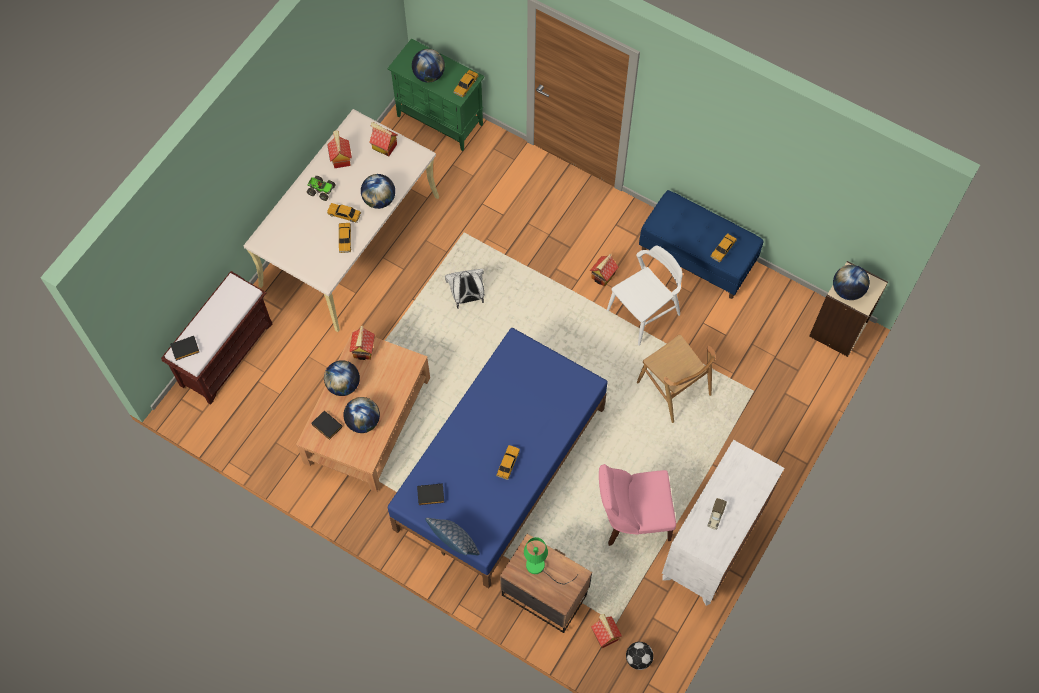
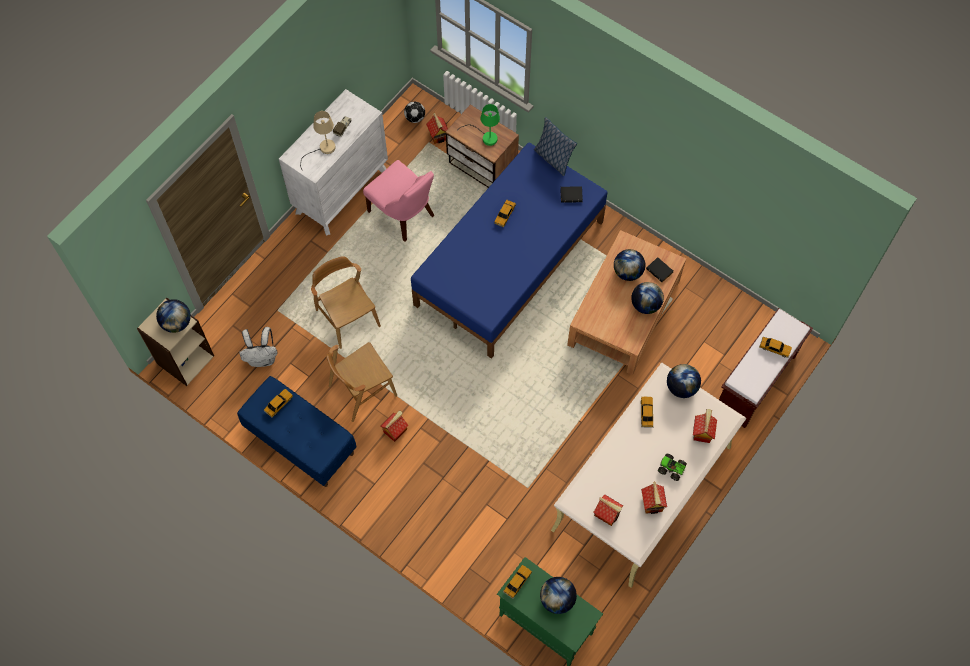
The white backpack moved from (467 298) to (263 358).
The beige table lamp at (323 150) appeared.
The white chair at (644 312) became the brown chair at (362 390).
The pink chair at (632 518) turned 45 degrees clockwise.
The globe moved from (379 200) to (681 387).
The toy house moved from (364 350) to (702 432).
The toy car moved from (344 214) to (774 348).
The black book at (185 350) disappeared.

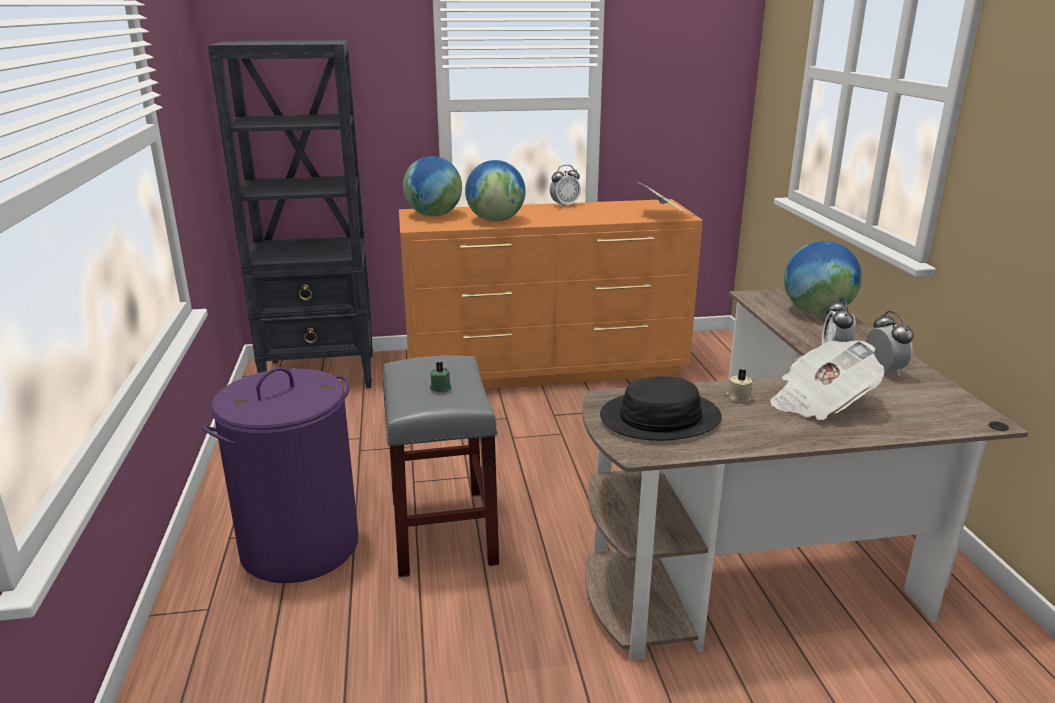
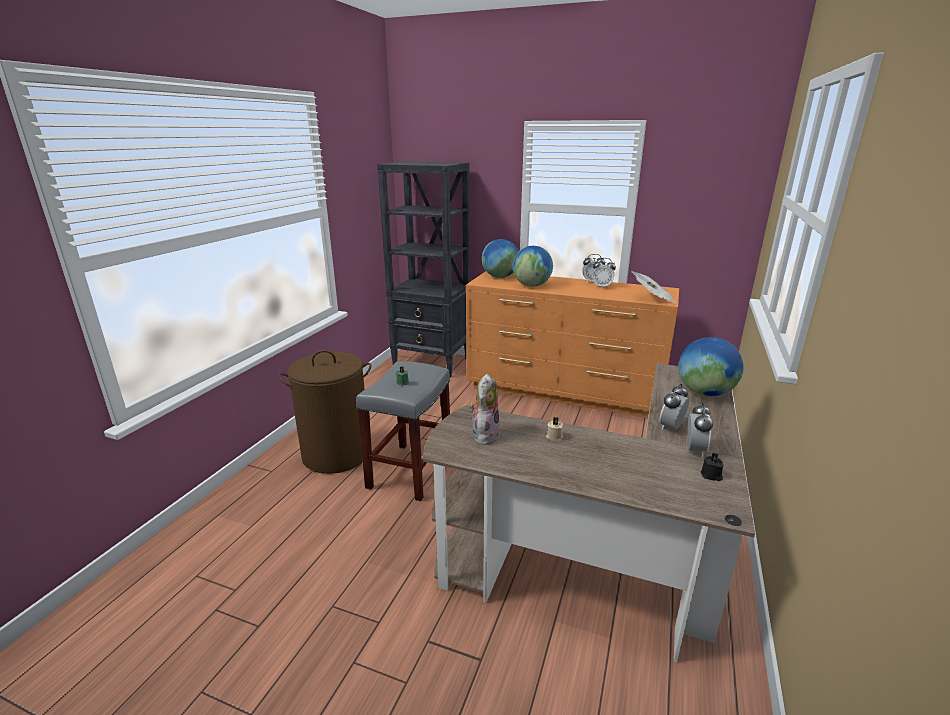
The purple laundry basket at (300 546) became the brown laundry basket at (336 454).
The black hat at (660 418) was replaced by the plush toy at (484 435).
The alarm clock at (602 286) appeared.
The black candle at (711 476) appeared.
The newspaper at (820 403) disappeared.

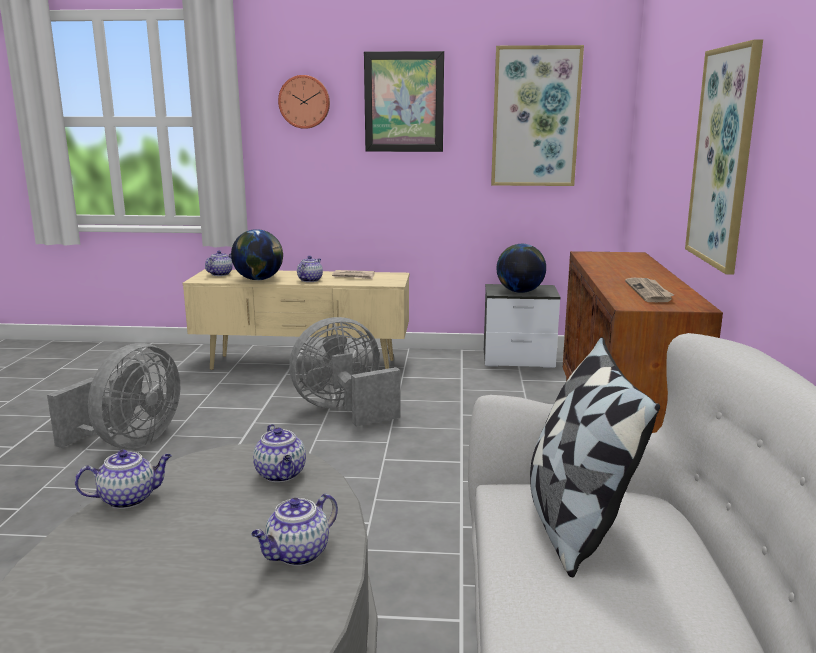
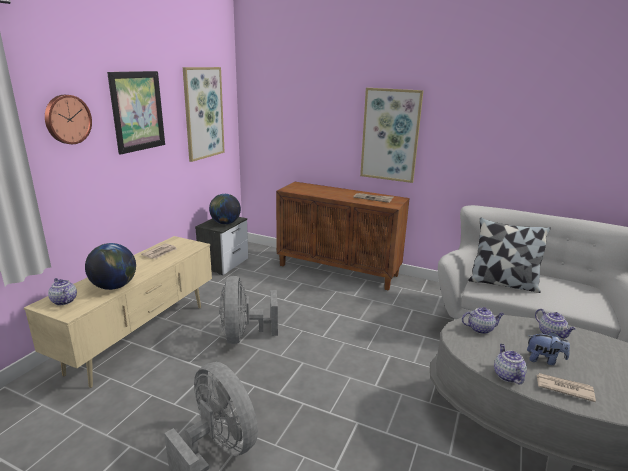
The plush toy at (544 360) appeared.
The newspaper at (563 388) appeared.
The teapot at (310 280) disappeared.

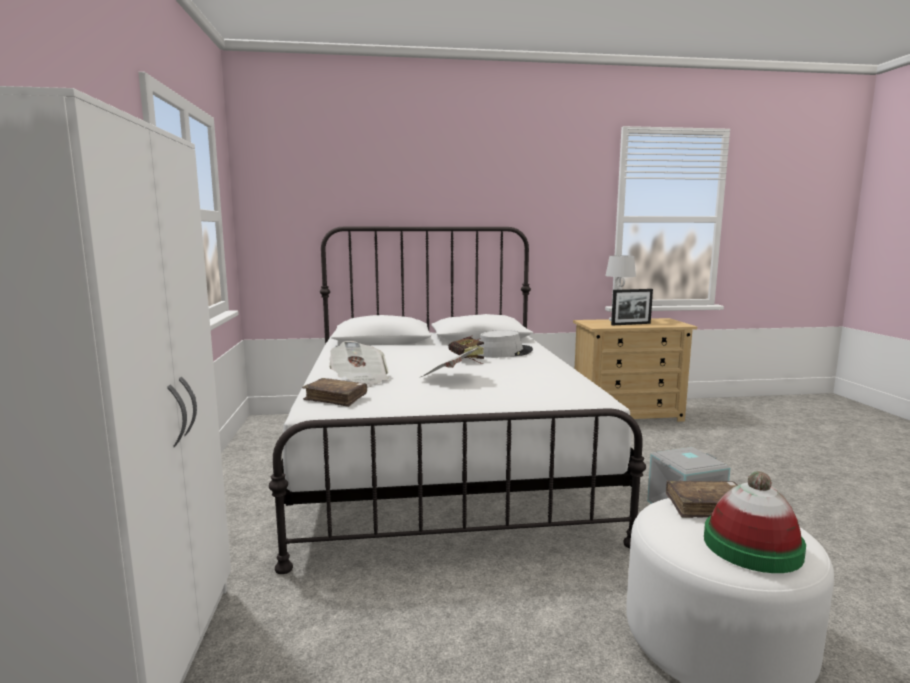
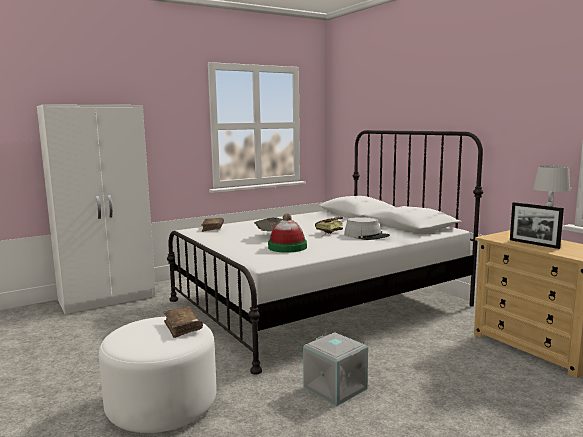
The hat moved from (752 546) to (287 247).
The newspaper at (359 380) disappeared.

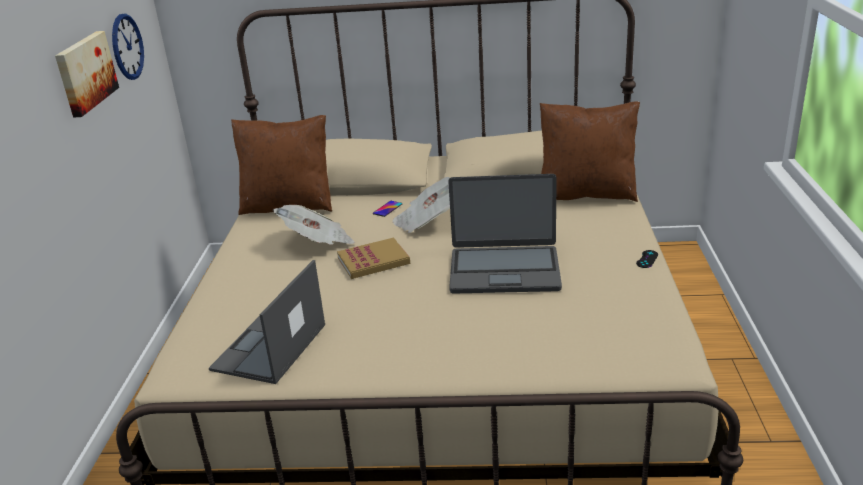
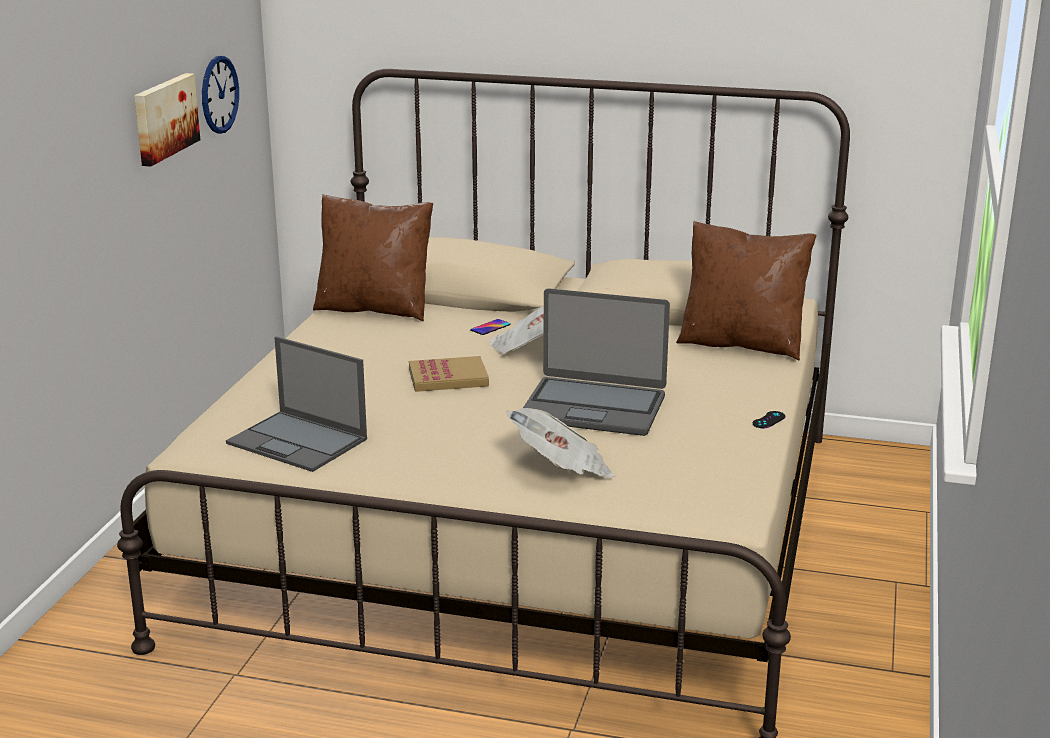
The laptop at (269 348) turned 90 degrees counterclockwise.
The newspaper moved from (318 243) to (561 469).

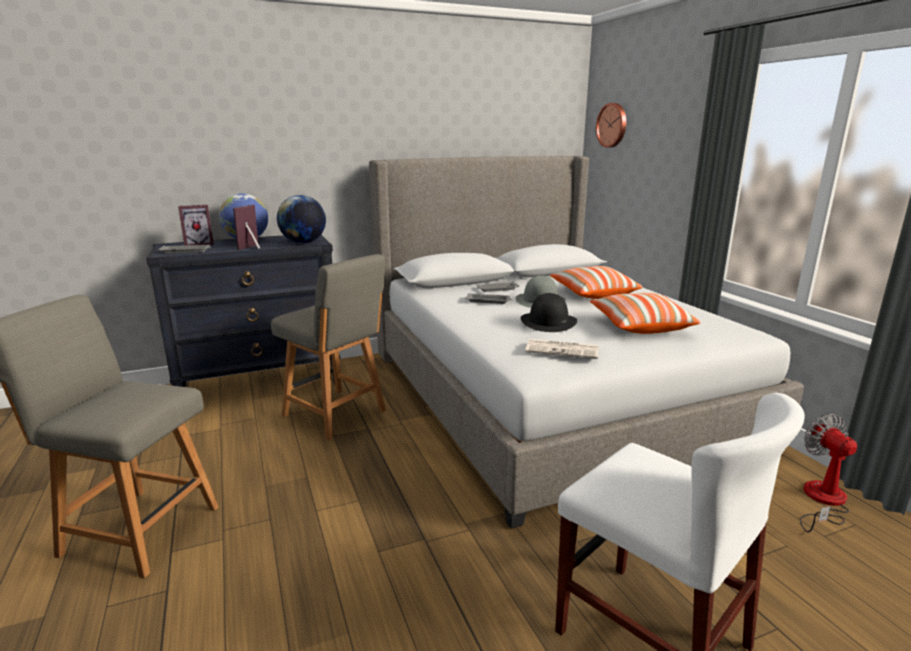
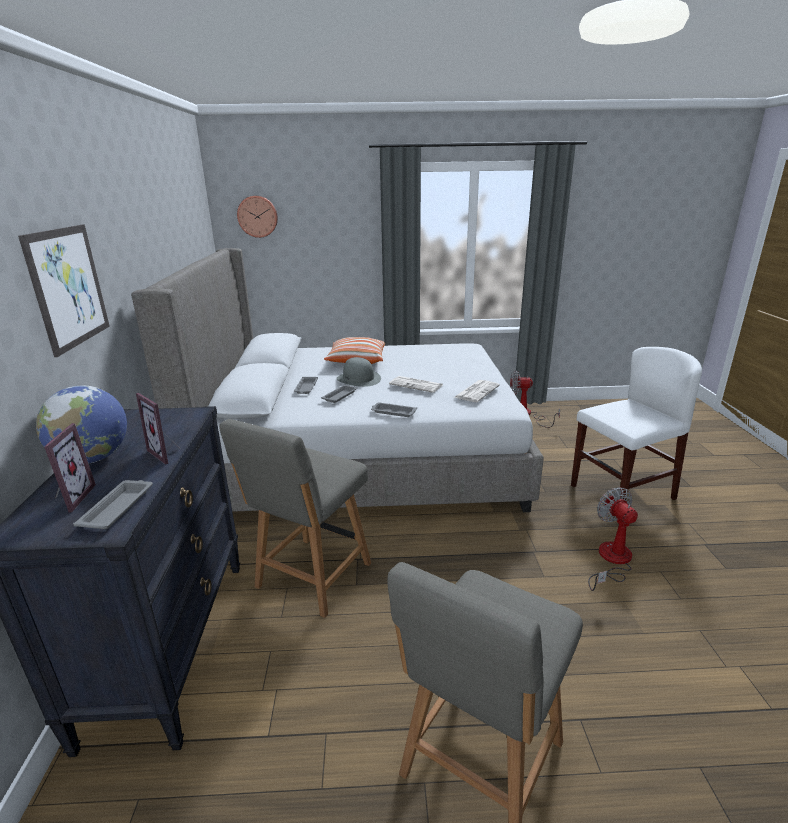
The picture at (68 287) appeared.
The grey chair at (337 414) turned 150 degrees clockwise.
The grey tray at (393 412) appeared.
The black hat at (548 322) was replaced by the newspaper at (417 385).
The fan at (611 560) appeared.
The globe at (303 242) disappeared.
The pillow at (639 326) disappeared.

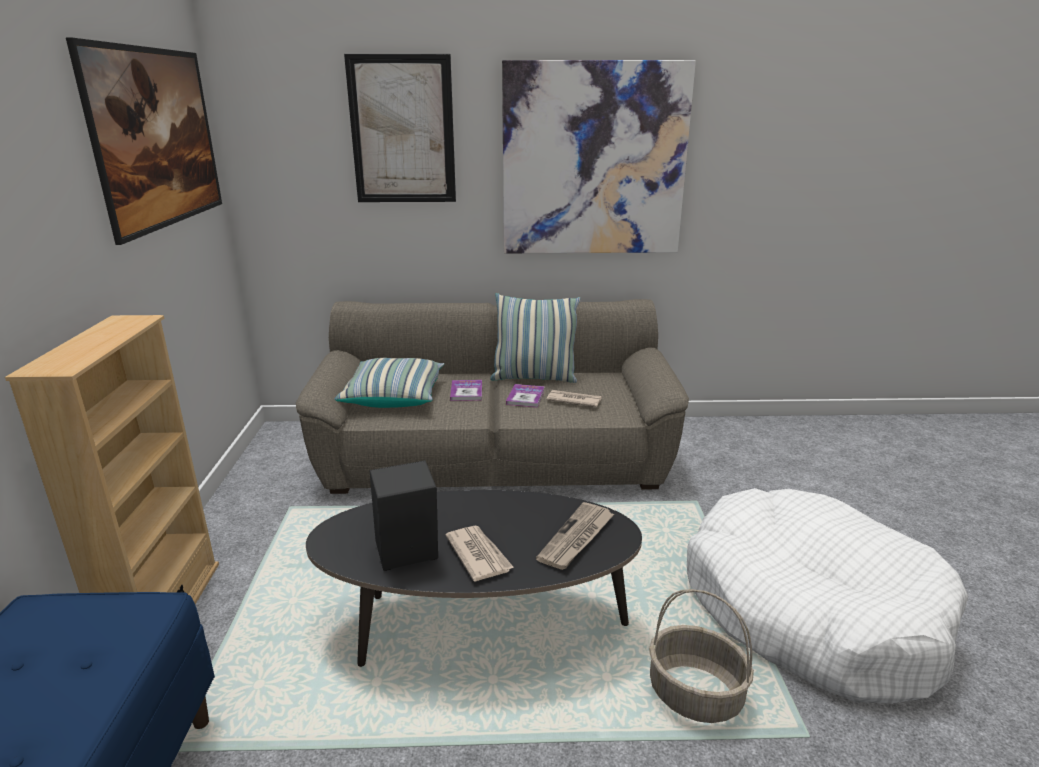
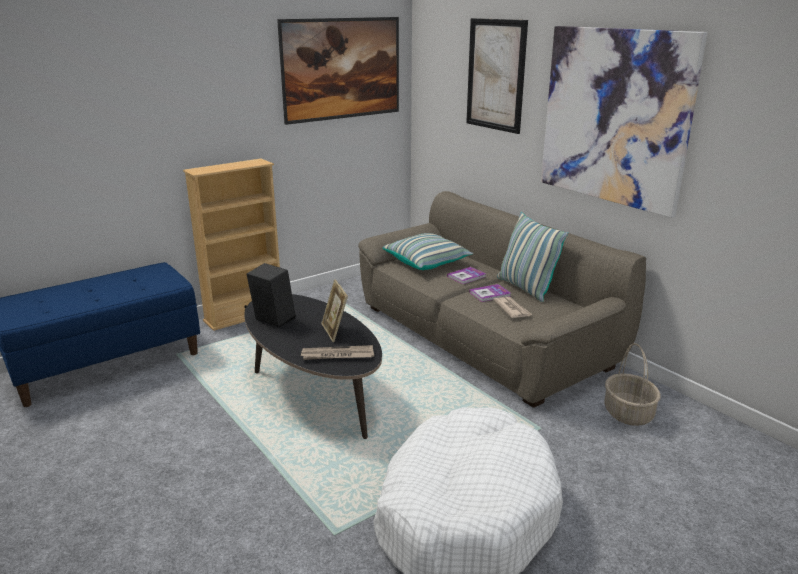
The picture frame at (335 331) appeared.
The basket moved from (694 695) to (627 413).
The newspaper at (478 555) disappeared.

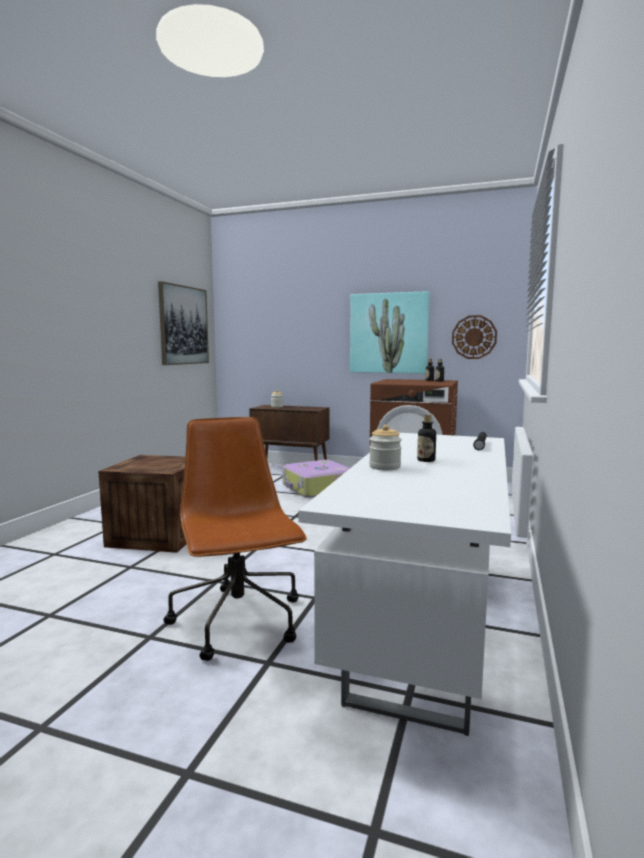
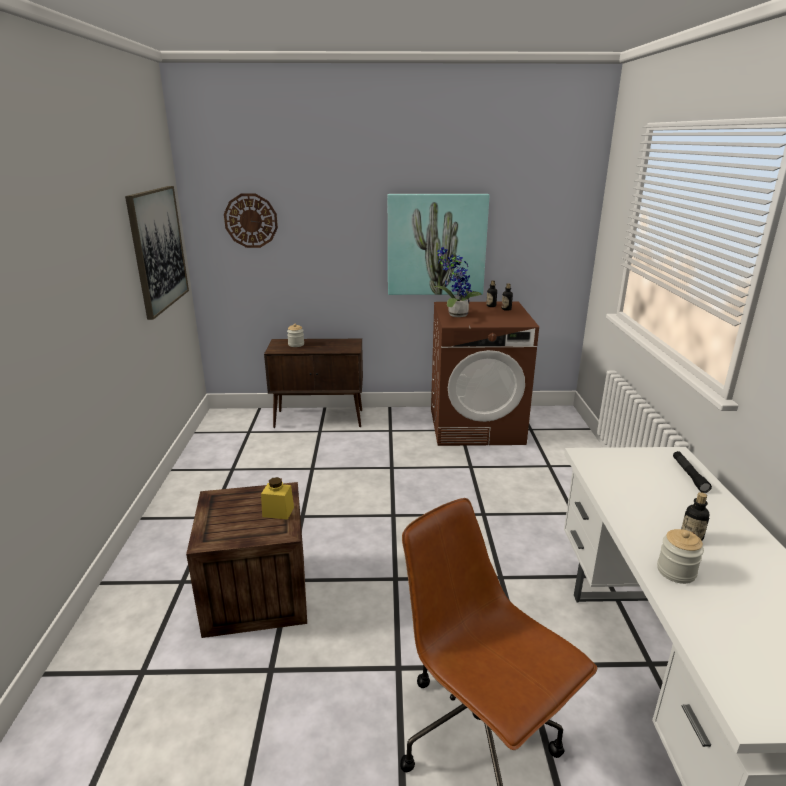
The wall clock moved from (474 337) to (251 220).
The yellow jar at (278 512) appeared.
The potted plant at (455 315) appeared.
The suitcase at (317 488) disappeared.

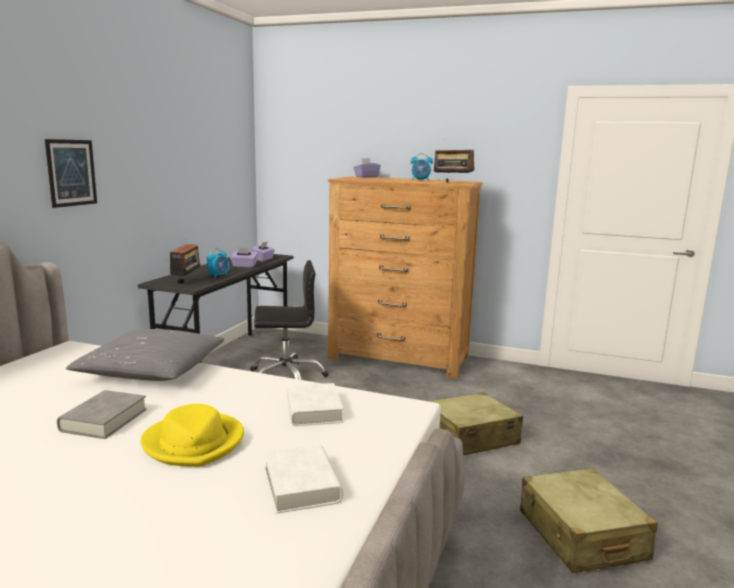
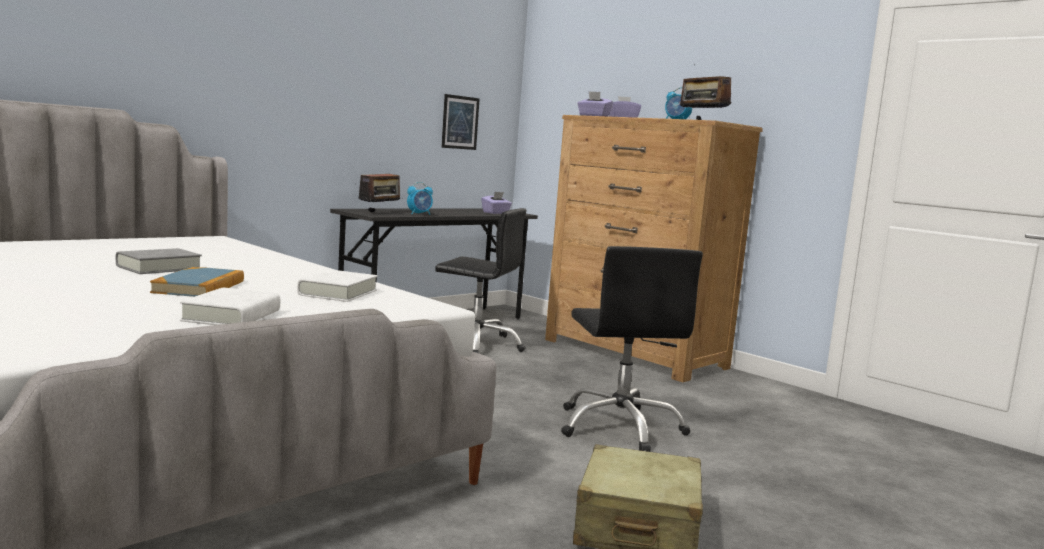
The yellow hat at (195 443) was replaced by the book at (199 287).
The picture moved from (71 173) to (460 122).
The beige suitcase at (469 437) was replaced by the black office chair at (620 427).
The purple tissue box moved from (244 266) to (593 116).
The grey pillow at (152 370) disappeared.

